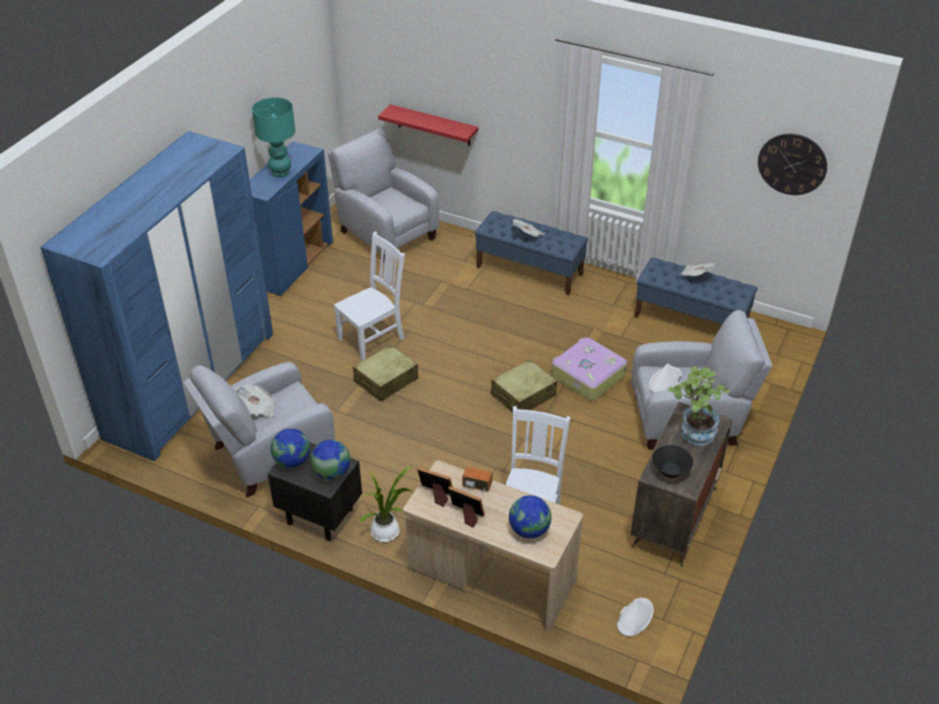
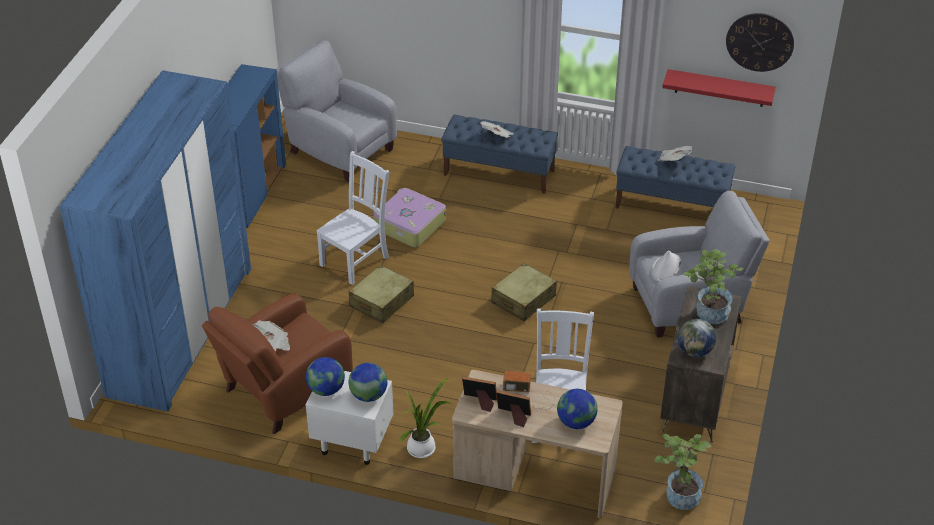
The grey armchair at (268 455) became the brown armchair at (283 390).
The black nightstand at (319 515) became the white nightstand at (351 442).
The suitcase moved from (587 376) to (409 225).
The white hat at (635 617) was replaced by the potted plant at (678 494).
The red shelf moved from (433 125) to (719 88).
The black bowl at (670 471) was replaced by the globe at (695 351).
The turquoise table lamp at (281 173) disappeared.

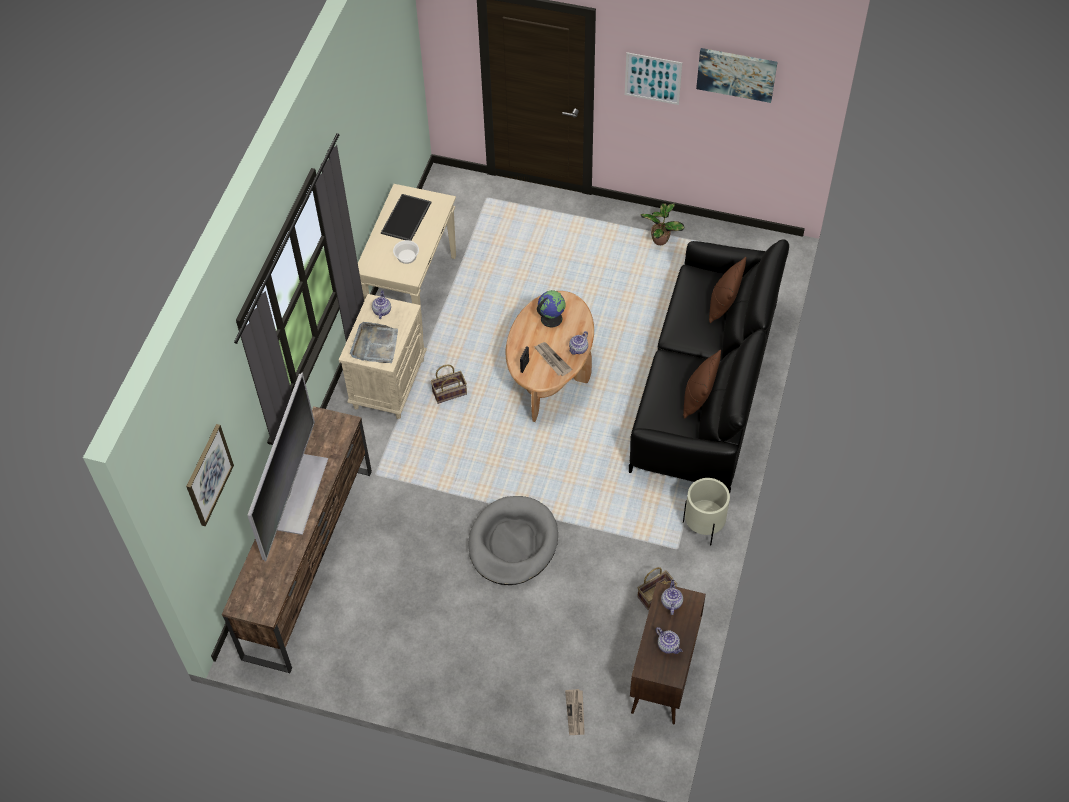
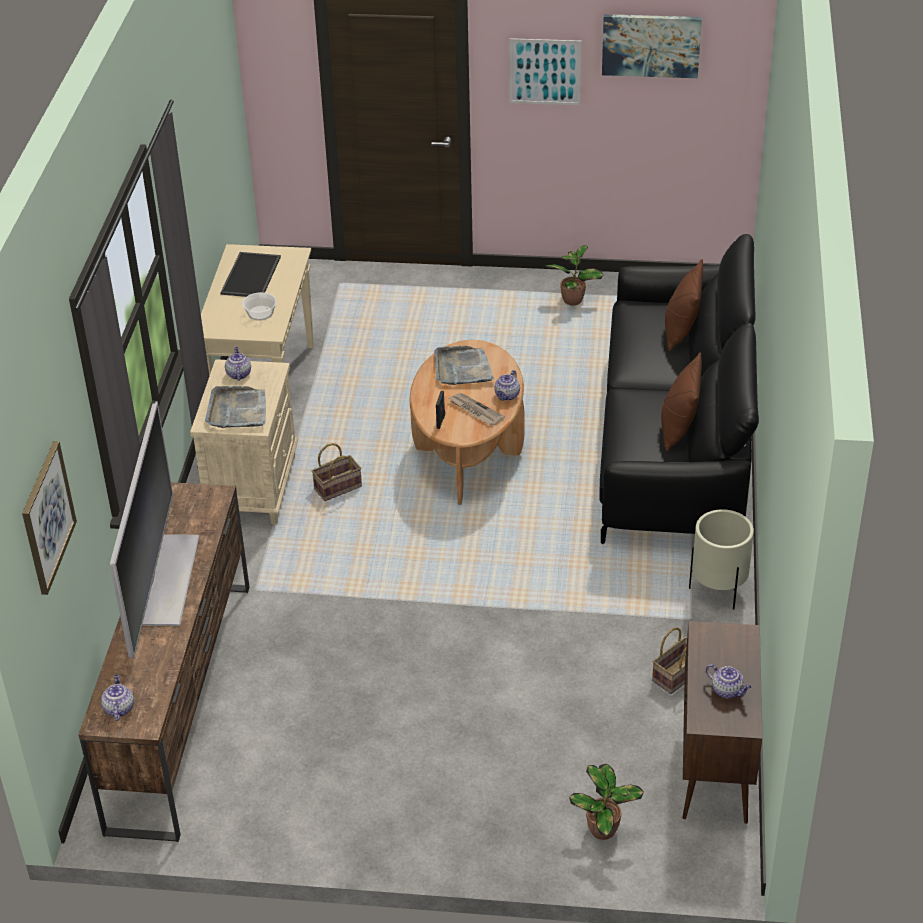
The teapot moved from (671 602) to (118 708).
The globe at (551 318) was replaced by the grey tray at (462 368).
The newspaper at (575 713) was replaced by the potted plant at (604 830).
The grey dog bed at (513 543) disappeared.

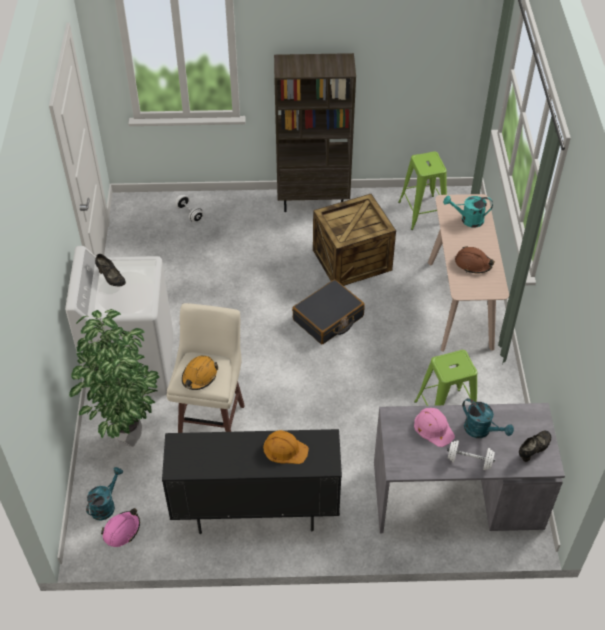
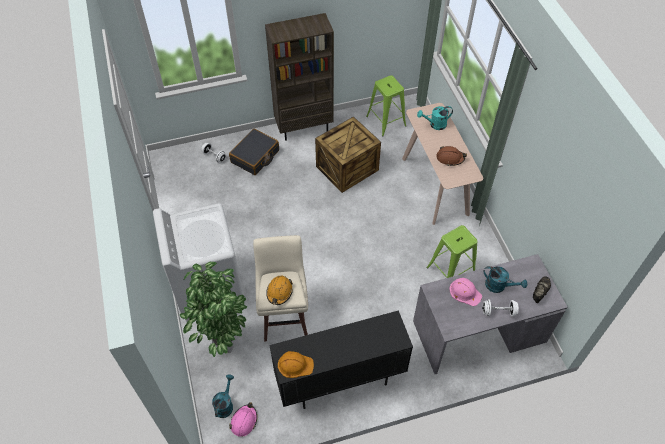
The black suitcase moved from (328 318) to (255 156).
The orange hard hat moved from (285 449) to (295 365).
The black shoe at (111 278) disappeared.

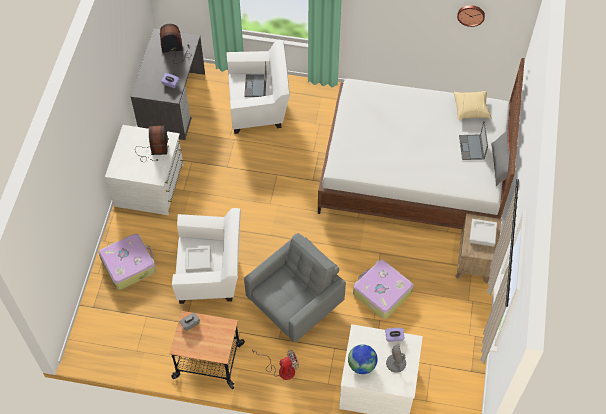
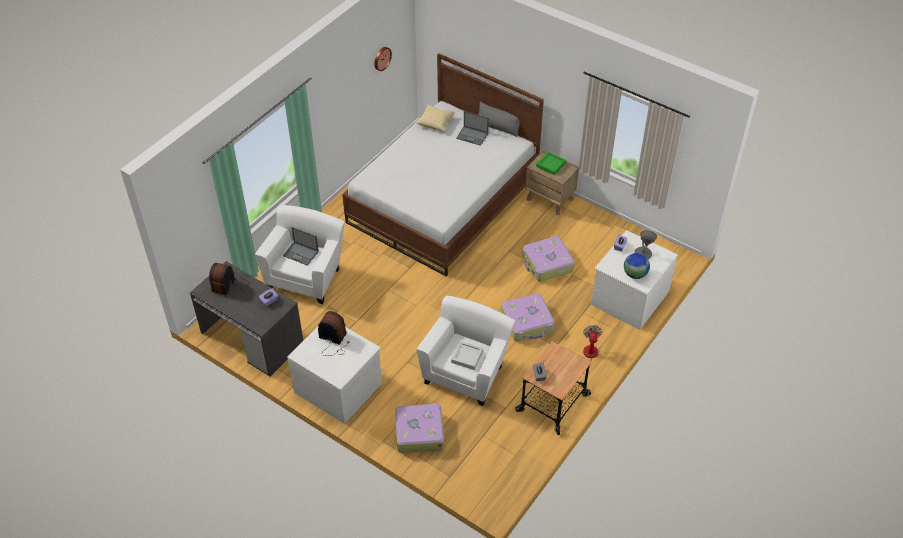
The grey armchair at (296 303) was replaced by the suitcase at (527 322).
The grey tray at (482 234) became the green tray at (550 165).

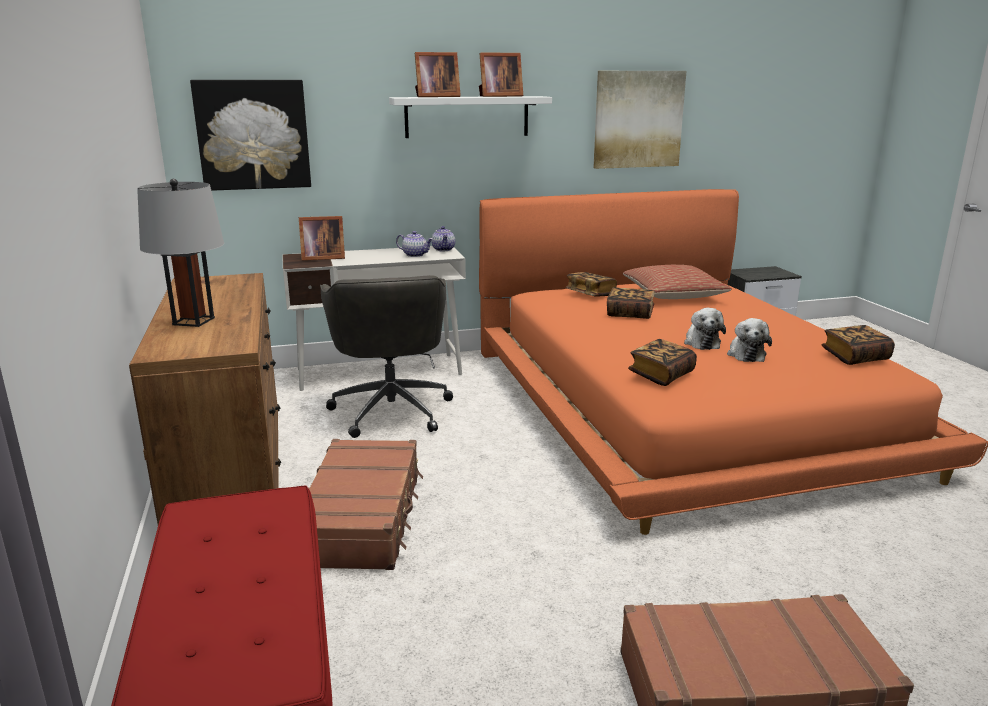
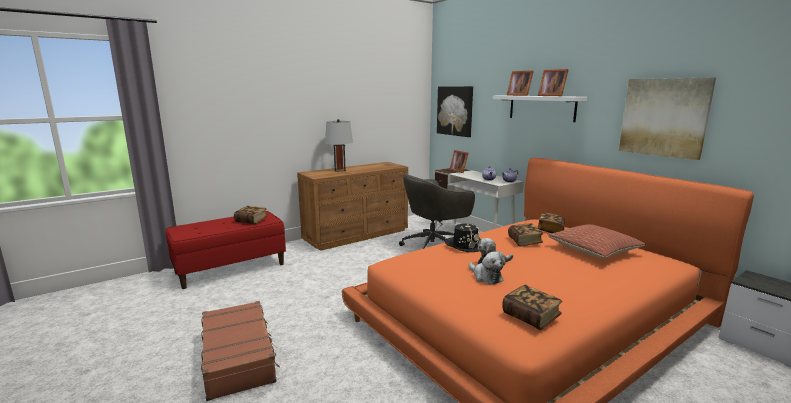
The book moved from (661 375) to (251 221).
The black hat at (465 245) appeared.
The plush toy at (745 354) turned 105 degrees counterclockwise.
The brown suitcase at (363 518) disappeared.

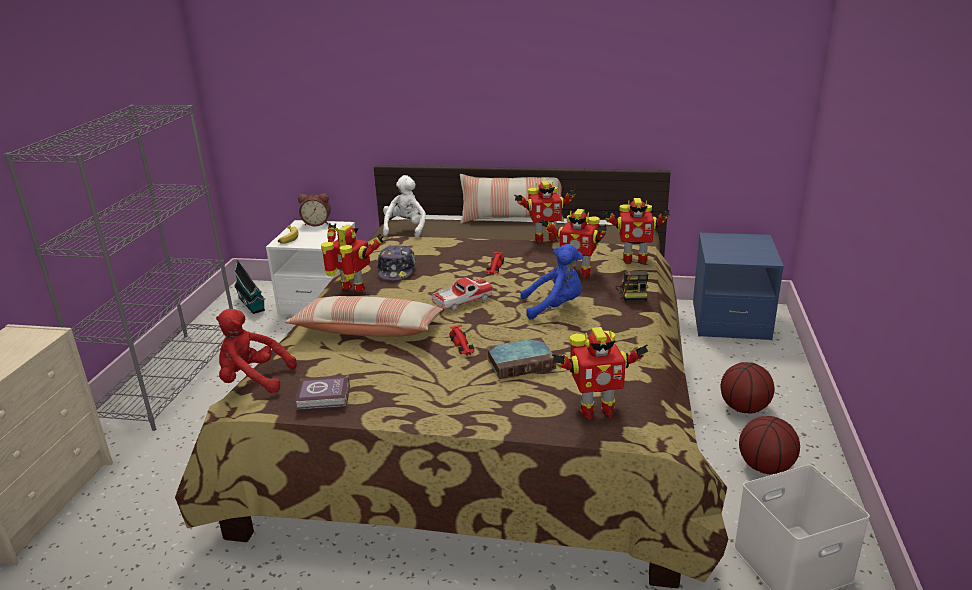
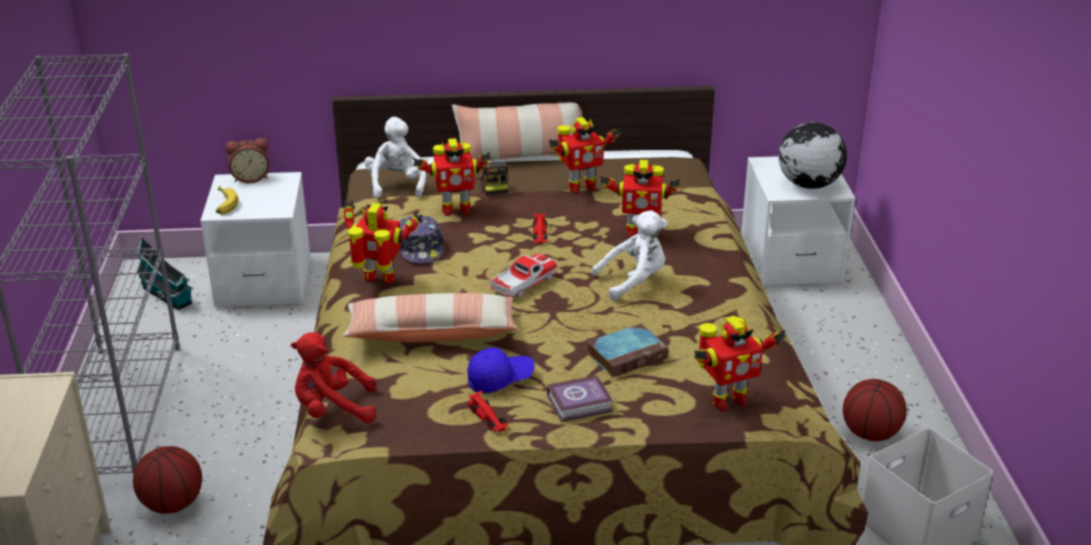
The basketball moved from (744 408) to (173 504).
The toy robot moved from (634 260) to (455 210).
The blue cap at (500 379) appeared.
The red toy car moved from (462 345) to (488 418).
The photo camera moved from (633 293) to (493 185).
The book moved from (325 398) to (581 404).
The blue plush toy at (555 307) became the white plush toy at (634 281).
The blue nightstand at (730 321) became the white nightstand at (790 261).
The globe at (808 185) appeared.

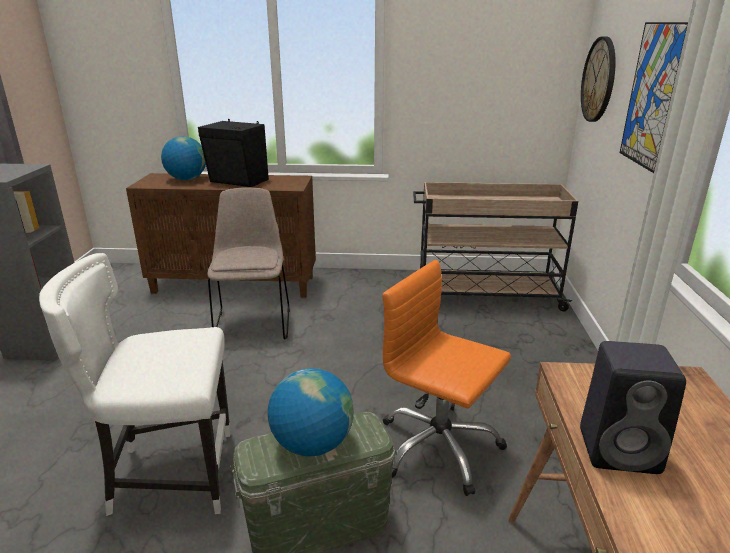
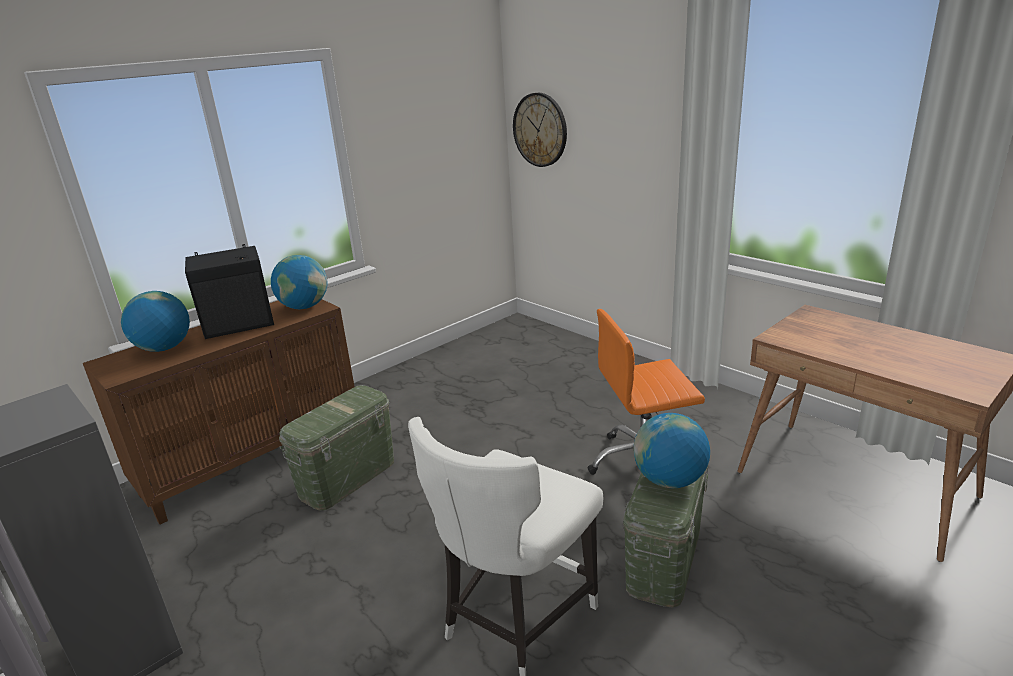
The globe at (304 307) appeared.
The beige chair at (253 323) was replaced by the green storage box at (348 478).
The beige cart at (483 295) disappeared.
The black speaker at (621 450) disappeared.
The picture at (652 96) disappeared.

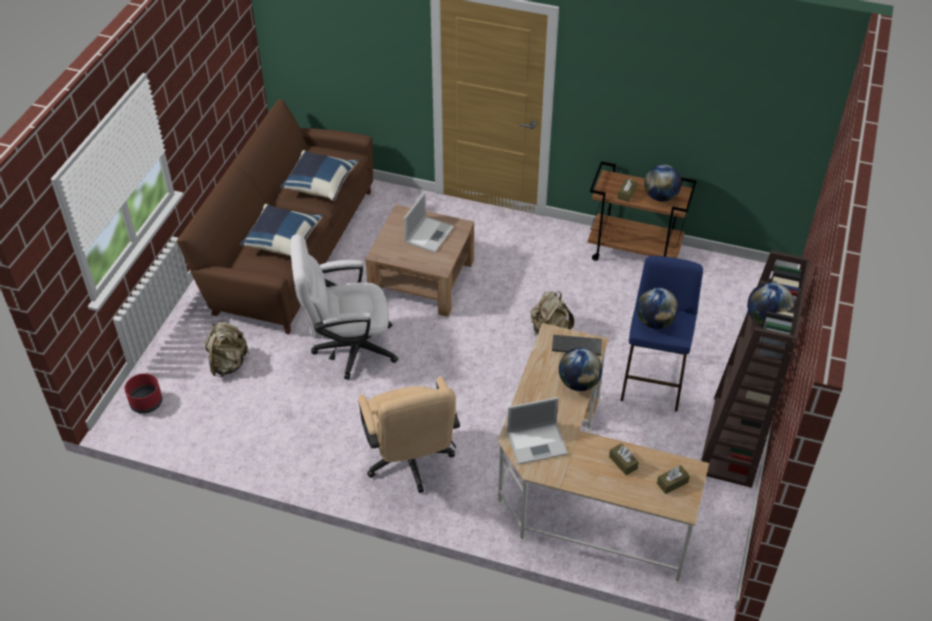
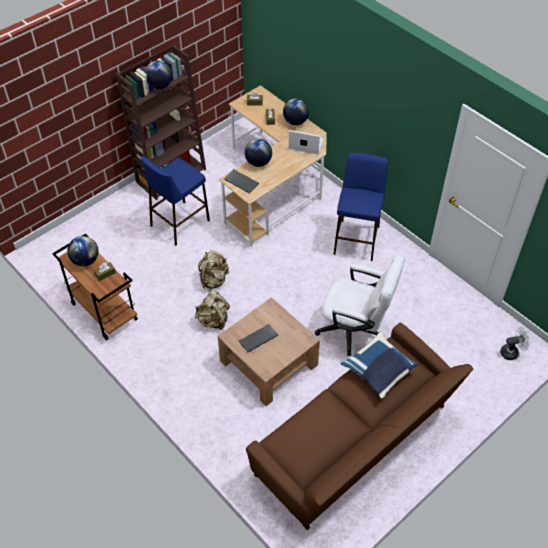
The beige backpack moved from (228 363) to (213 320).
The laptop at (429 234) was replaced by the keyboard at (258 339).
The globe moved from (654 322) to (295 122).
The beige office chair at (410 462) was replaced by the blue stool at (356 240).
The red planter at (147 403) was replaced by the white fan at (512 352).
The blue pillow at (320 184) disappeared.

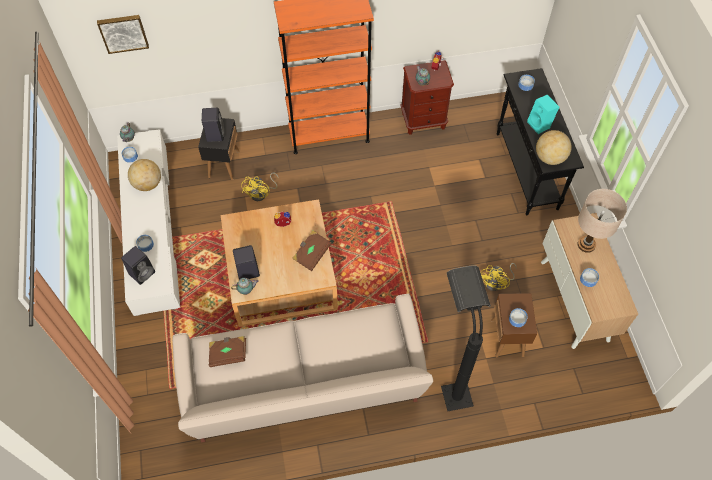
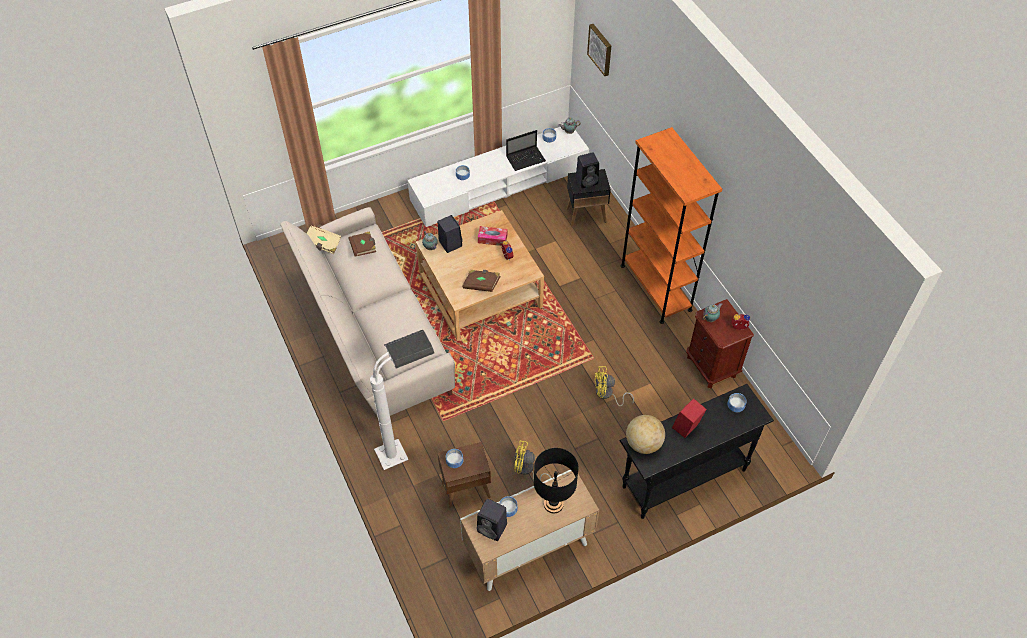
The beige book at (323 244) appeared.
The black floor lamp at (451 379) became the white floor lamp at (408 447).
The black speaker moved from (142 272) to (493 528).
The tissue box at (492 239) appeared.
The globe at (148 184) was replaced by the laptop at (526 158).
The beige table lamp at (586 245) became the black table lamp at (553 504).
The yellow fan moved from (261 193) to (607 394).
The turquoise speaker at (540 125) became the red speaker at (686 428).

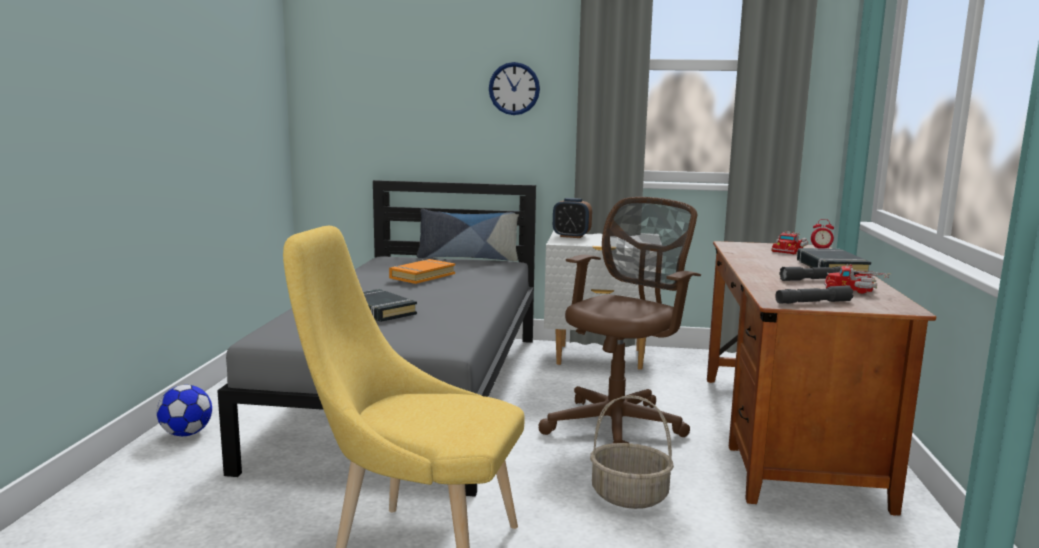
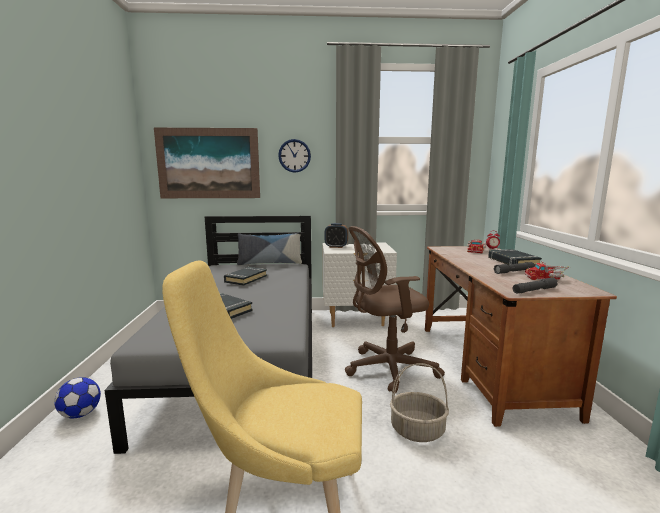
The picture at (208 163) appeared.
The orange book at (422 276) became the black book at (245 279).
The brown office chair at (618 424) turned 135 degrees counterclockwise.

